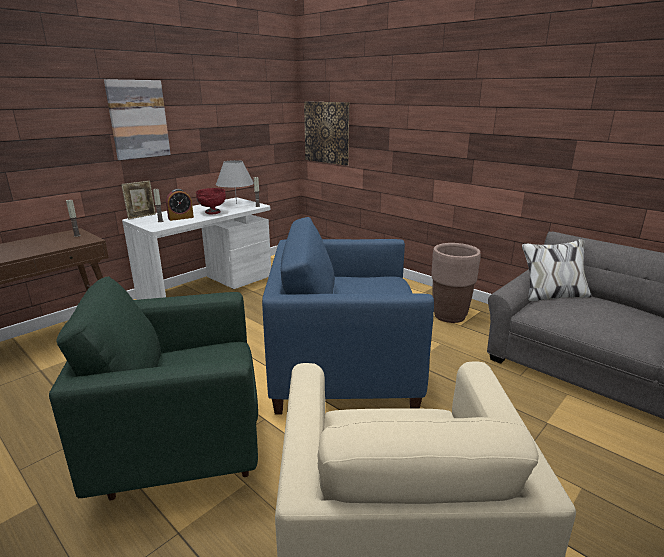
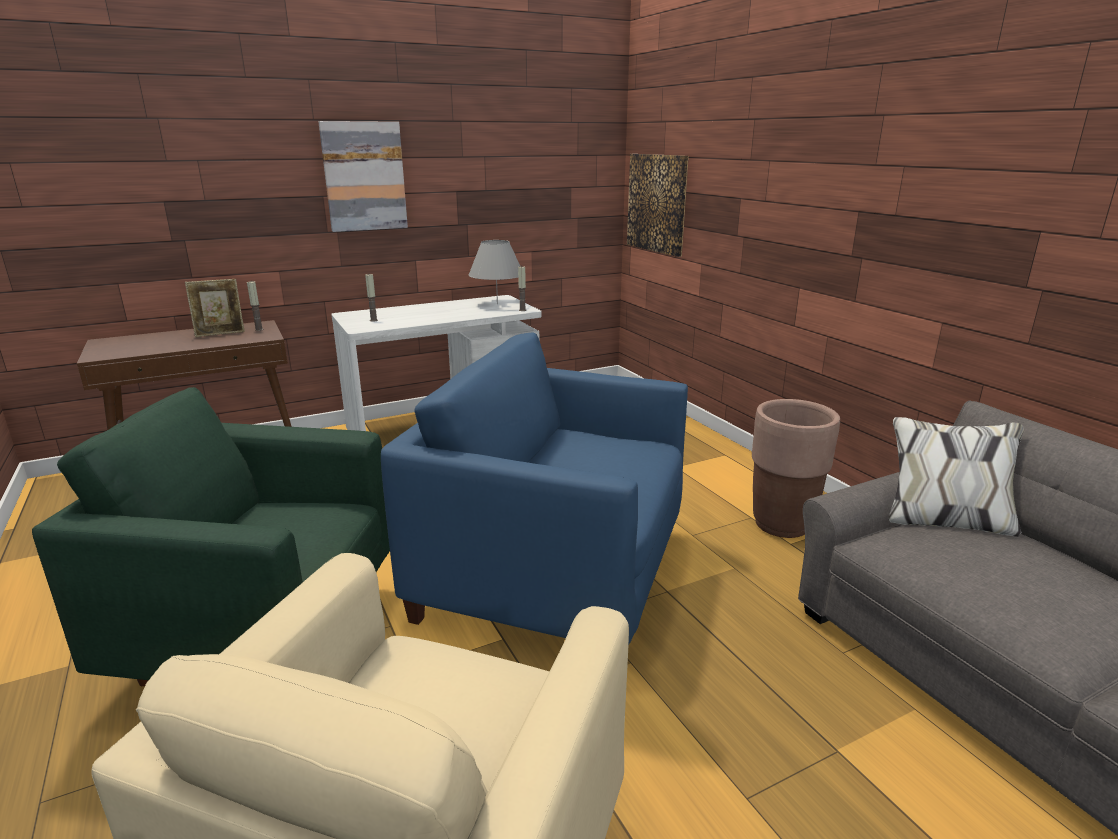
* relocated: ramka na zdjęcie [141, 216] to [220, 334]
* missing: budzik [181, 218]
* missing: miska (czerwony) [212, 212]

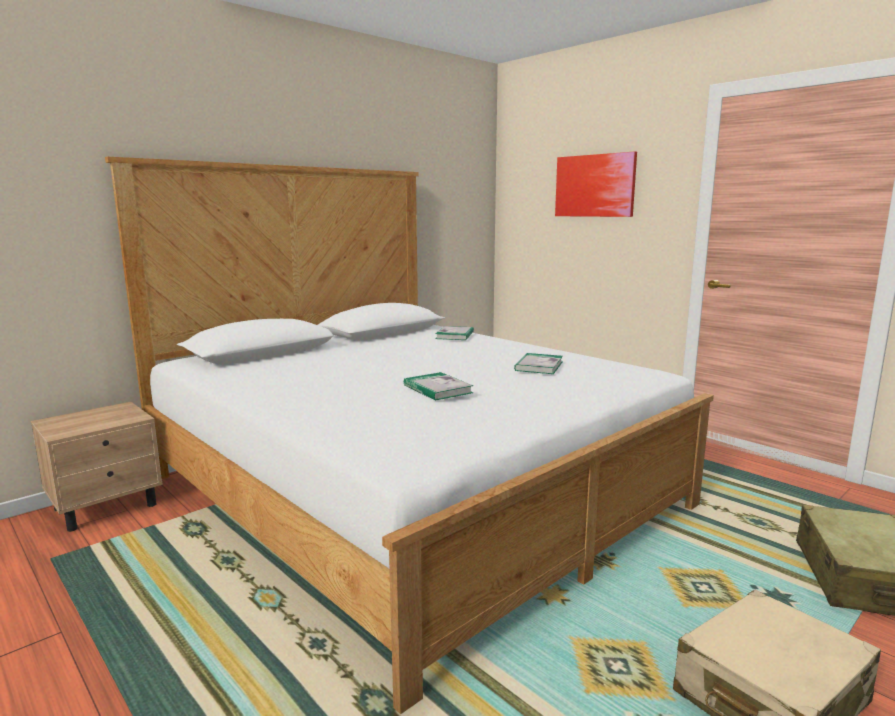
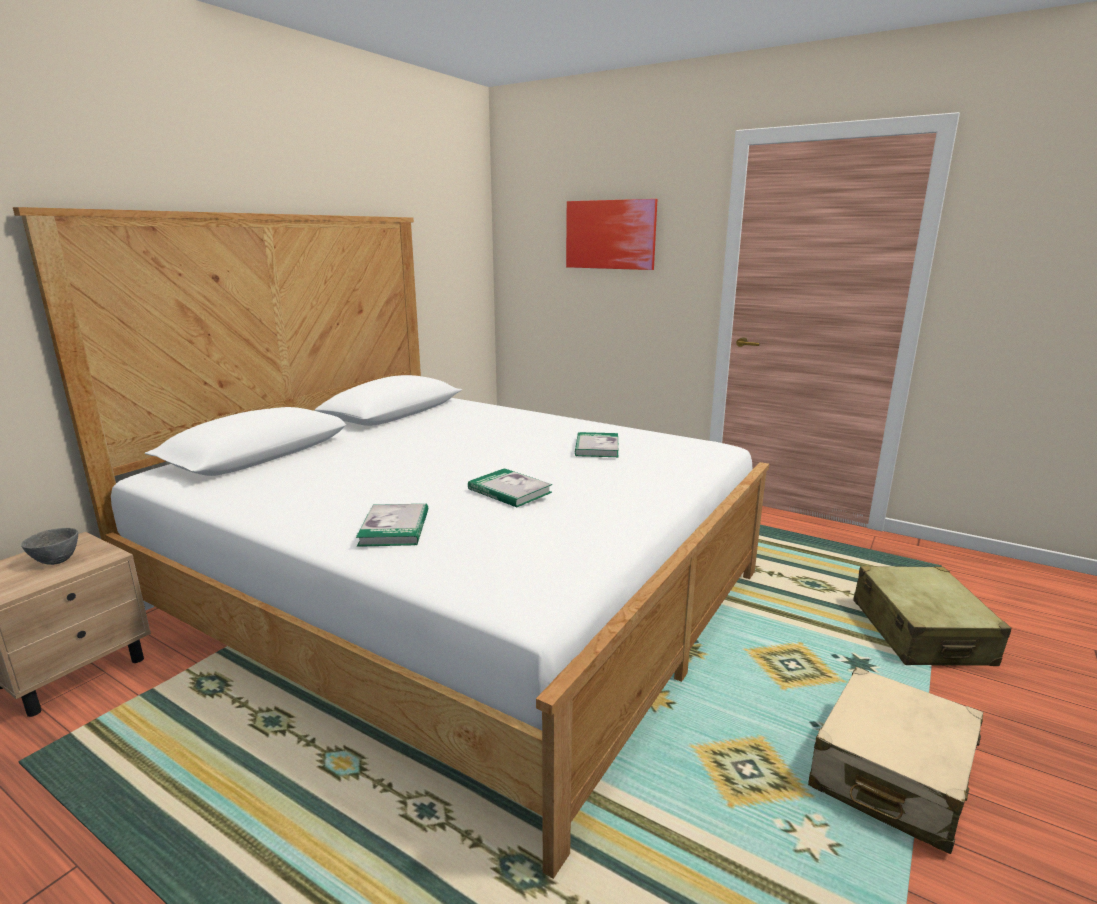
* relocated: książka [455, 335] to [394, 528]
* appeared: miska (szary) [57, 561]

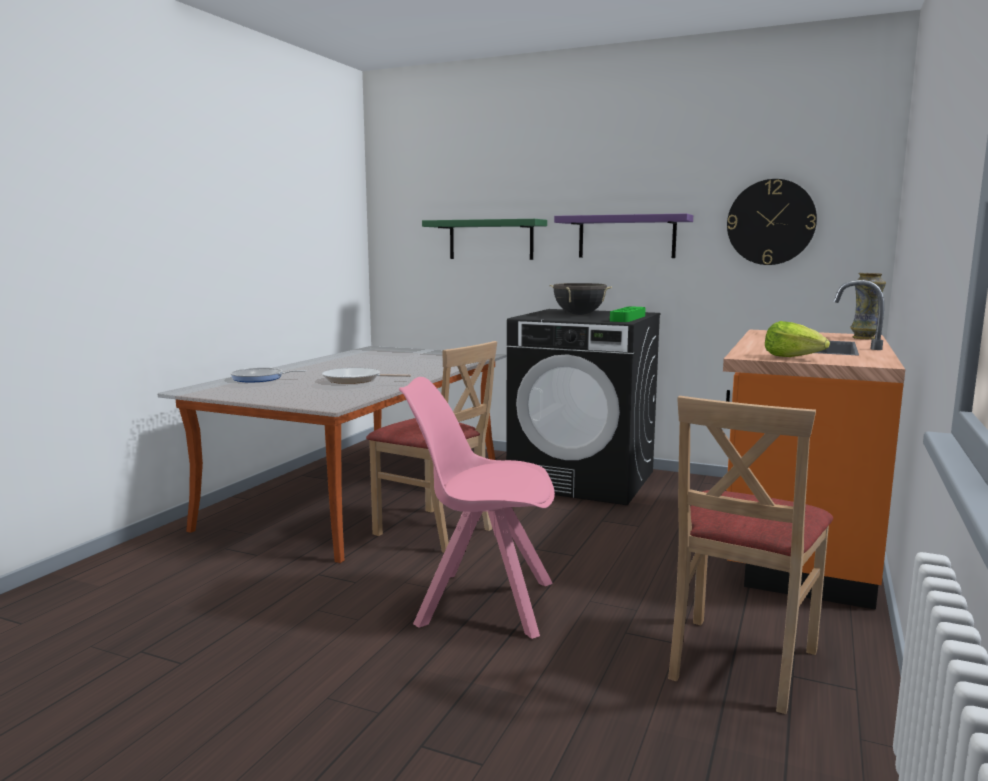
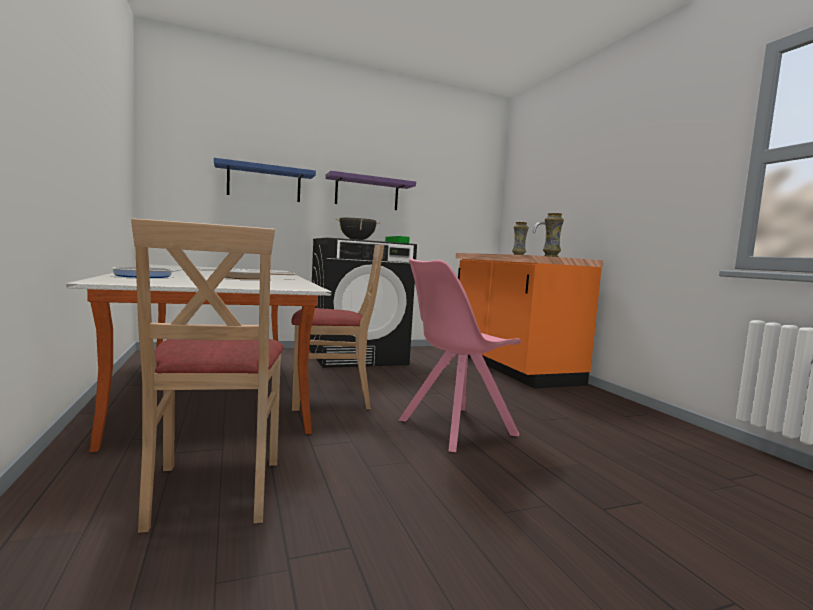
* colour: półka (zielony) [491, 240] to półka (niebieski) [264, 183]
* relocated: krzesło (beżowy) [740, 662] to [213, 491]
* missing: zegar ścienny [771, 222]
* exchanged: sałata [794, 357] to wazon [550, 256]

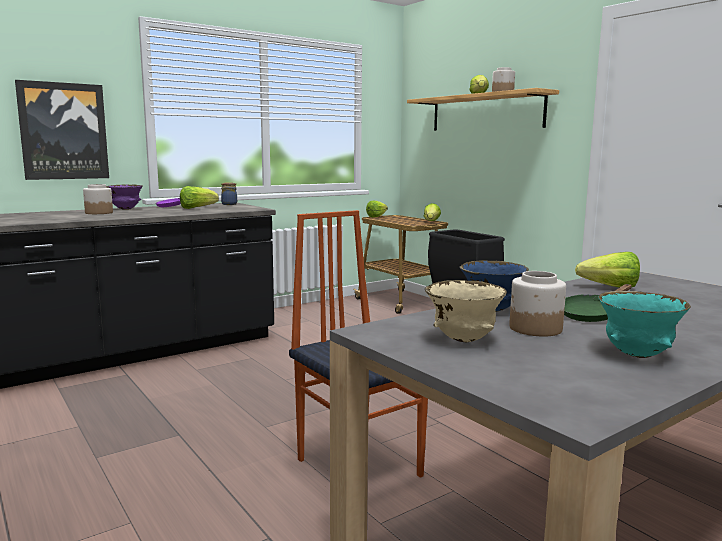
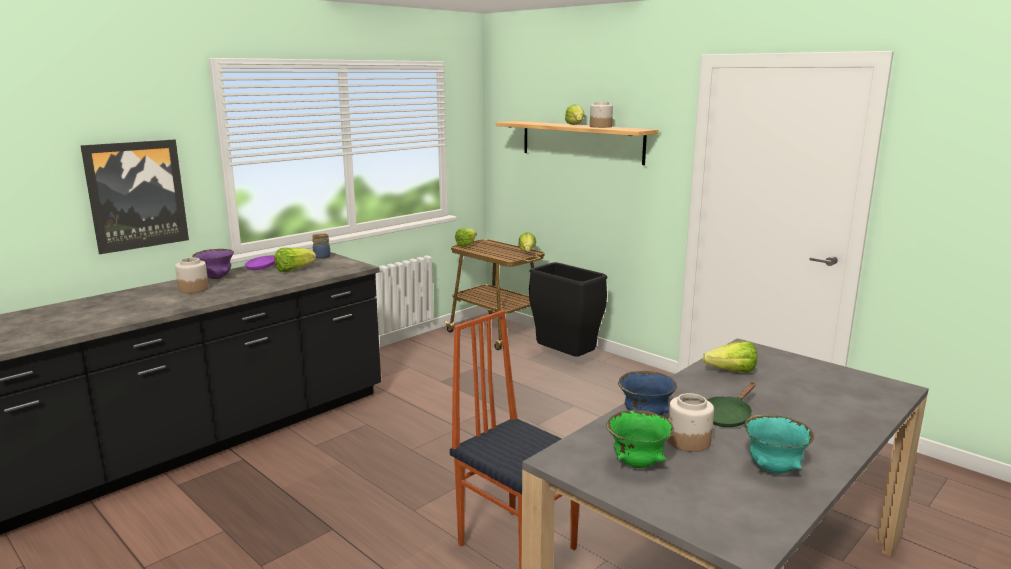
* colour: miska (beżowy) [463, 340] to miska (zielony) [637, 464]

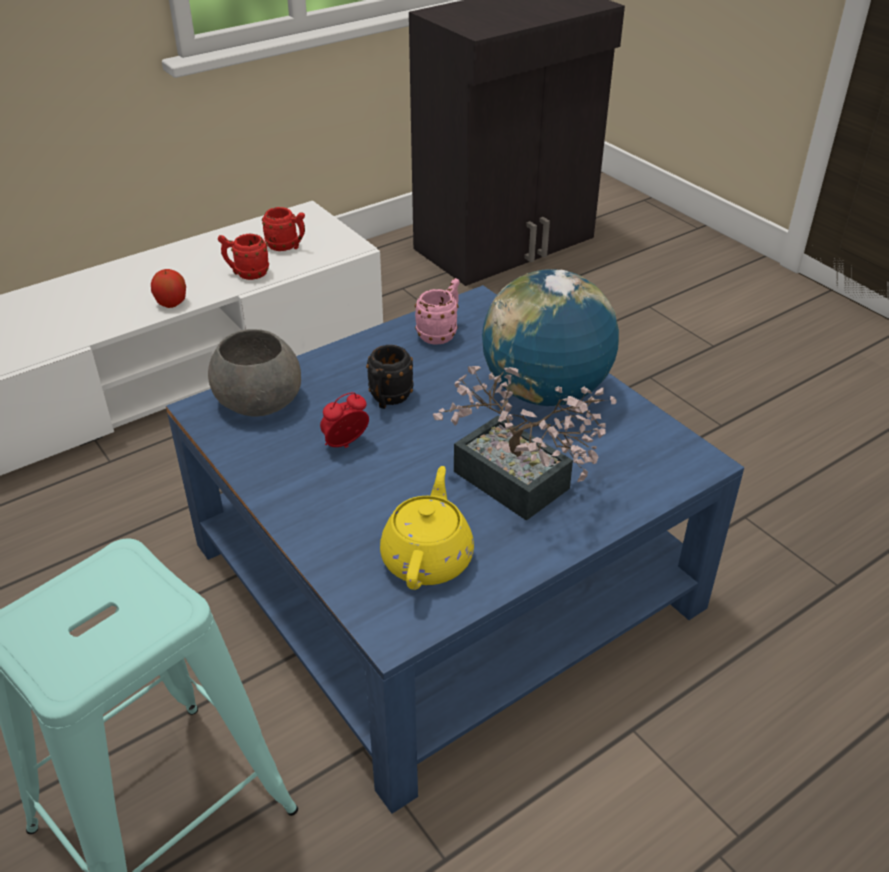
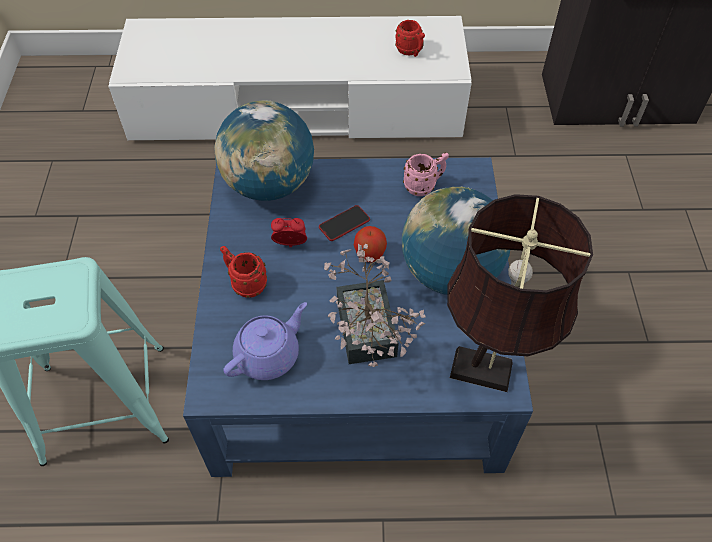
* relocated: jabłko [171, 303] to [369, 254]
* exchanged: miska (szary) [260, 401] to globus [269, 185]
* relocated: kubek (czerwony) [246, 274] to [245, 283]
* exchanged: kubek (czarny) [388, 400] to telefon [344, 224]
* colour: imbryk (żółty) [428, 558] to imbryk (fioletowy) [269, 355]
* appeared: lampa stołowa (brązowy) [487, 372]

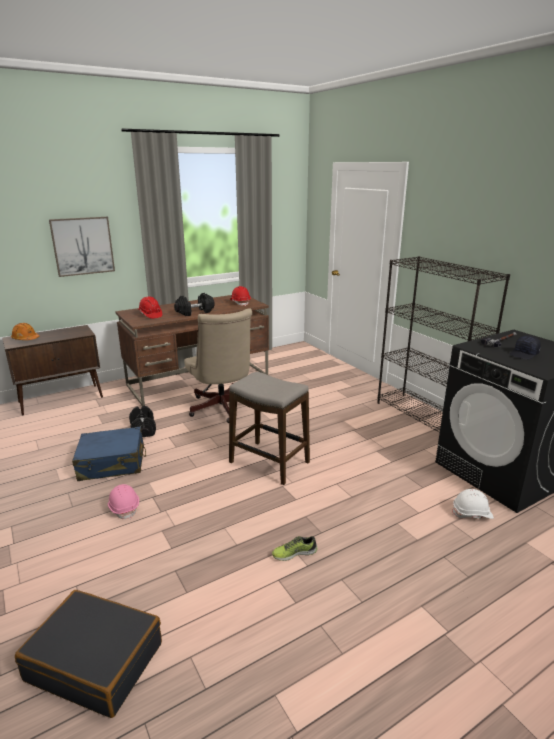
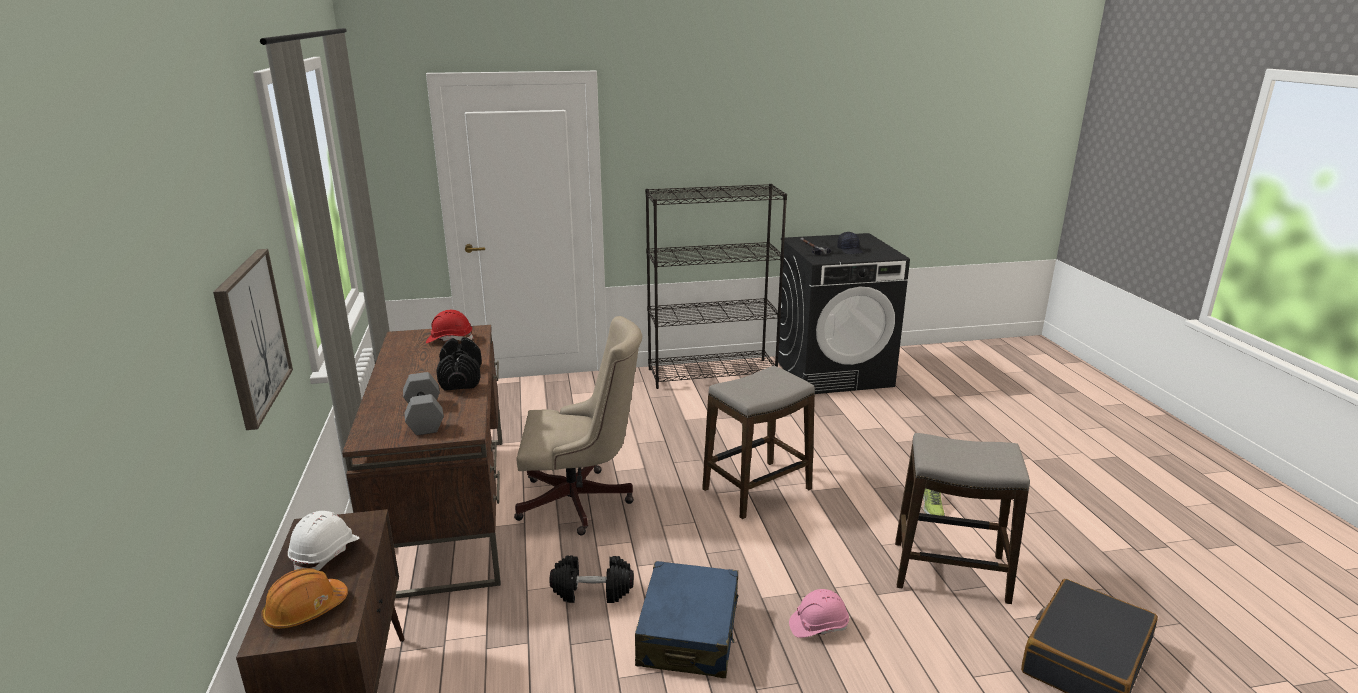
* exchanged: kask (czerwony) [150, 315] to hantel (szary) [425, 417]
* relocated: kask (biały) [472, 513] to [326, 554]
* appeared: stołek [949, 572]

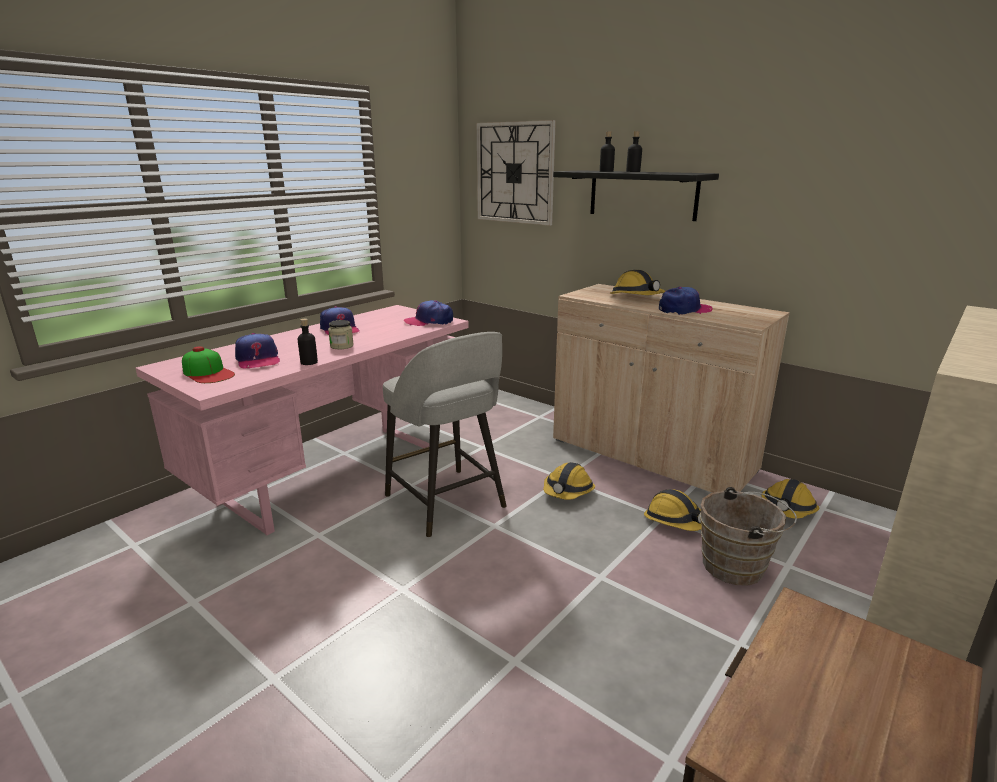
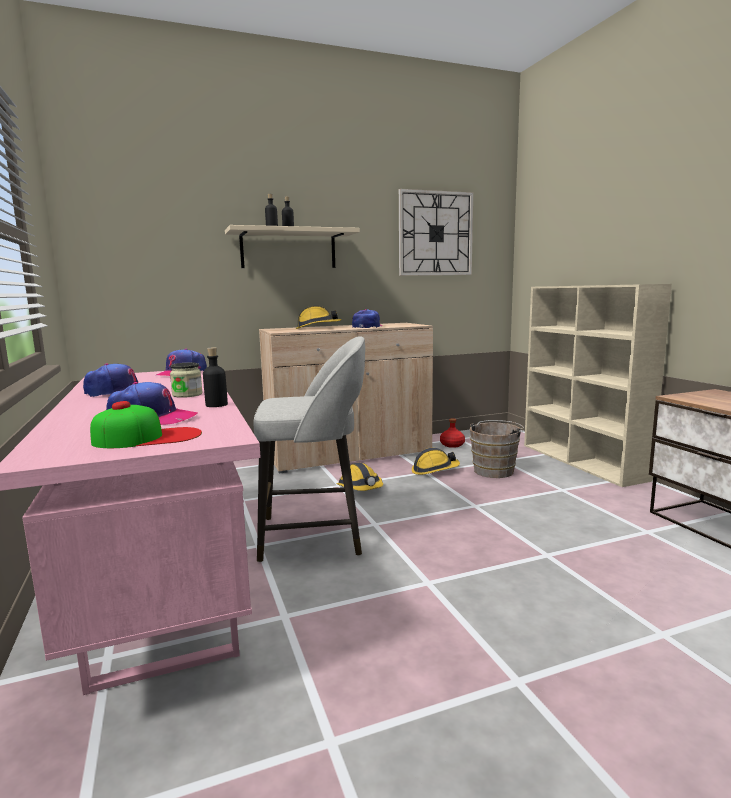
* relocated: zegar ścienny [515, 173] to [435, 233]
* colour: półka (czarny) [642, 194] to półka (beżowy) [288, 249]
* exchanged: kask [787, 509] to butelka (czerwony) [452, 445]

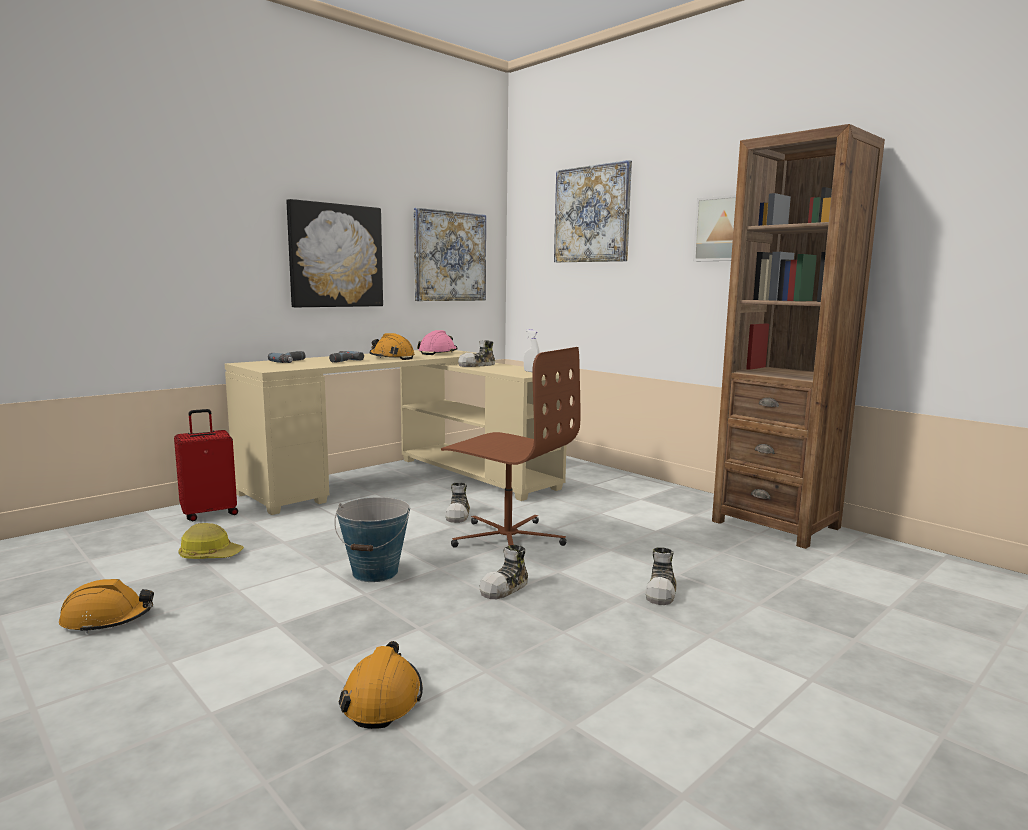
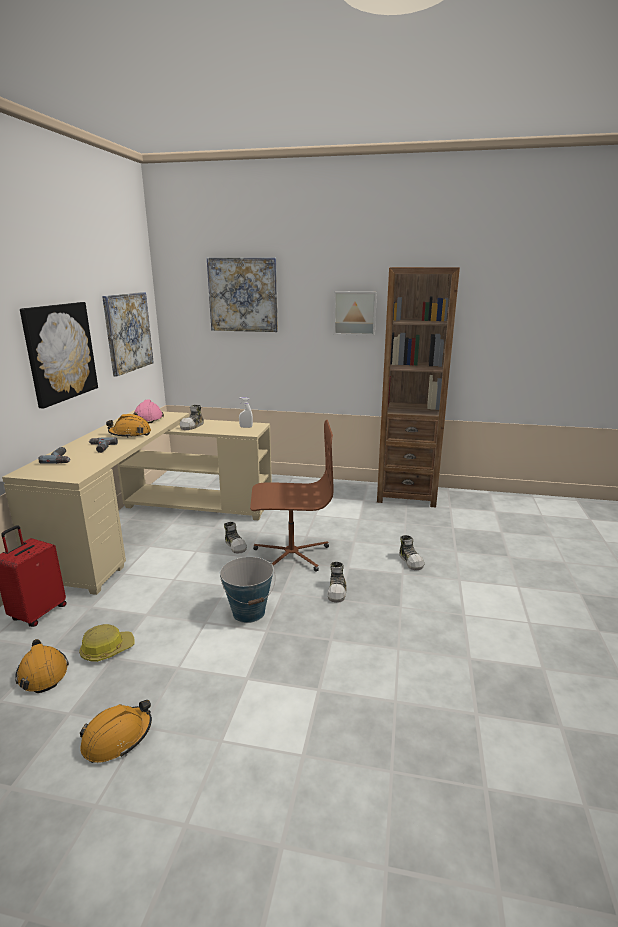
* relocated: kask (pomarańczowy) [382, 698] to [42, 673]

